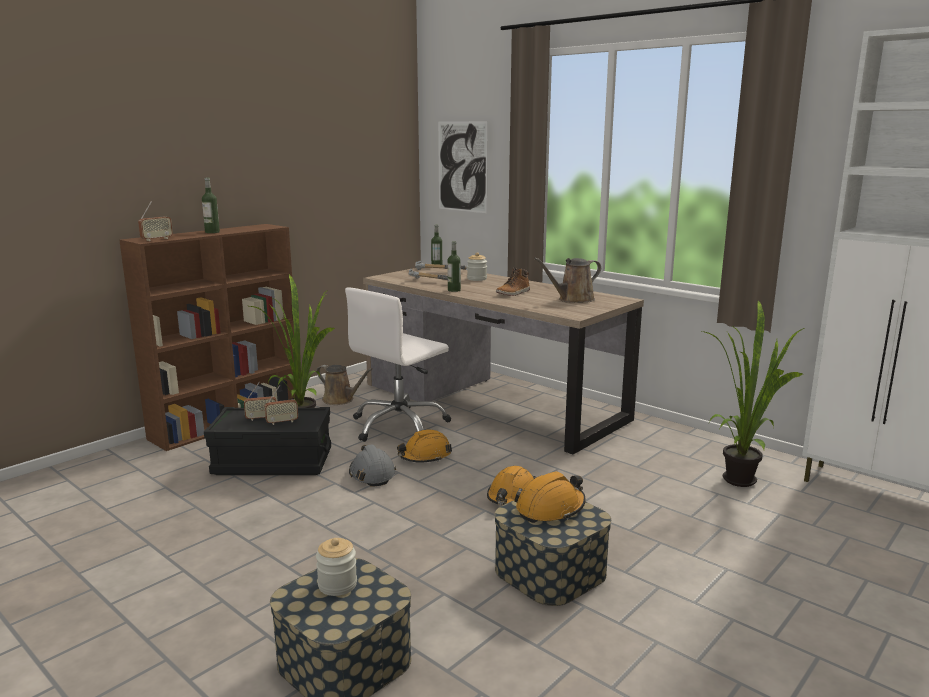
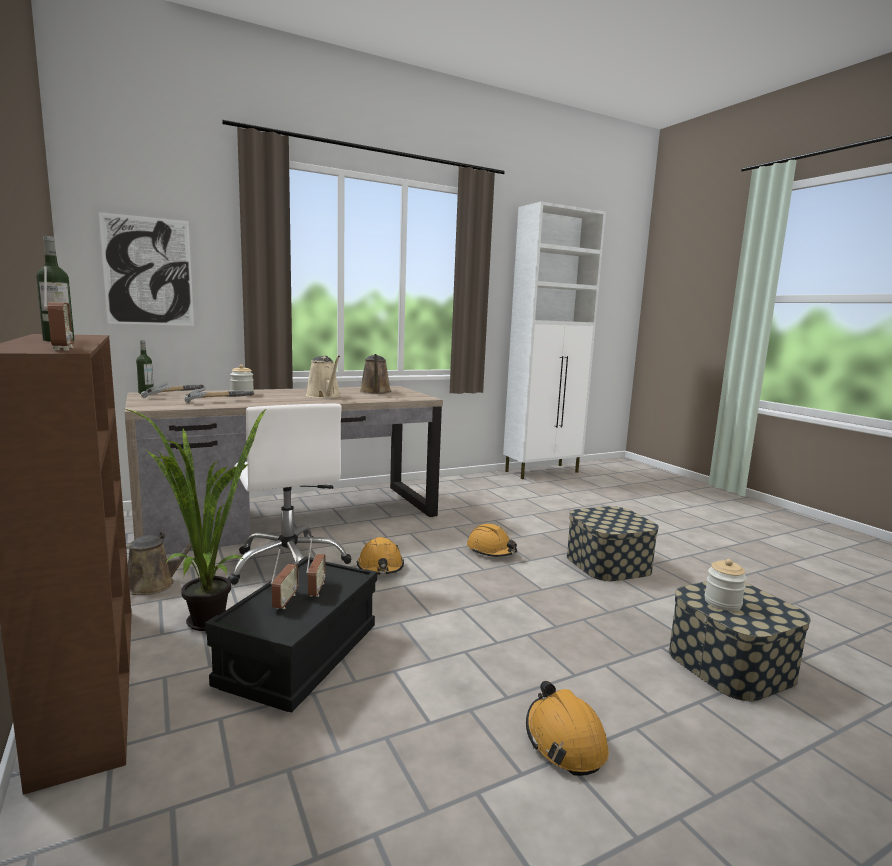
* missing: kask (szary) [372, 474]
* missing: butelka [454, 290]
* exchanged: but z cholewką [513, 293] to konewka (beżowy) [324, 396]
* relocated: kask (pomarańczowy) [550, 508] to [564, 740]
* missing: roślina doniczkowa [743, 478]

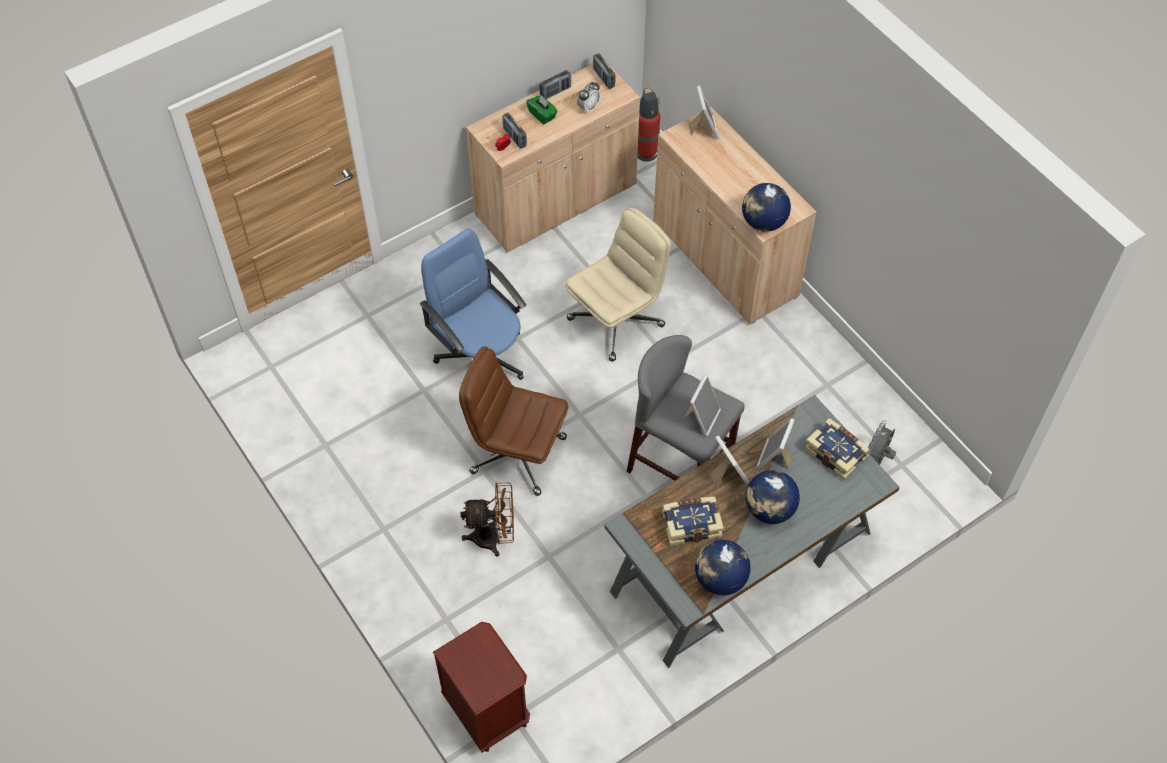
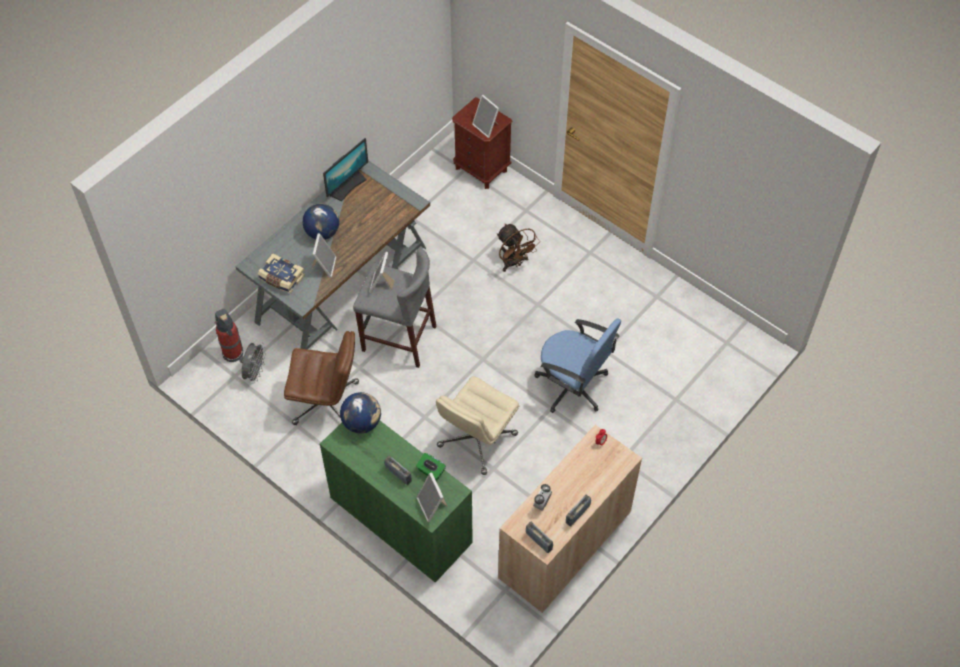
* relocated: krzesło biurowe (brązowy) [517, 454] to [327, 403]
* spun: wentylator (brązowy) [494, 537] = [514, 263] 105 degrees counterclockwise
* relocated: radio [514, 137] to [398, 474]
* relocated: pudełko chusteczek (zielony) [542, 115] to [431, 471]
* relocated: gaśnica [646, 151] to [233, 354]
* colour: szafka (beżowy) [724, 259] to szafka (zielony) [401, 520]
* missing: książka [691, 524]
* exchanged: globus [720, 579] to monitor [347, 186]
* relocated: ramka na zdjęcie [727, 474] to [487, 127]

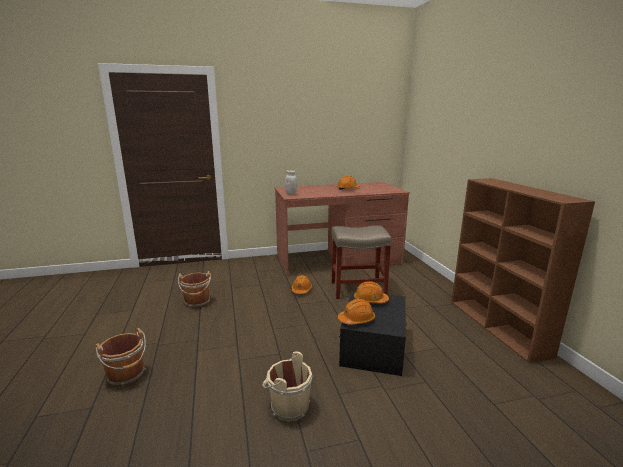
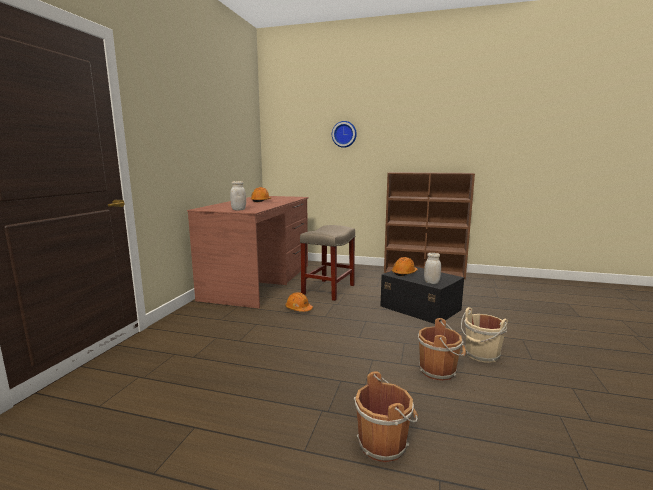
* relocated: wiadro (brązowy) [197, 302] to [439, 371]
* exchanged: kask (pomarańczowy) [356, 319] to słoik (biały) [431, 282]
* appeared: zegar ścienny [344, 134]

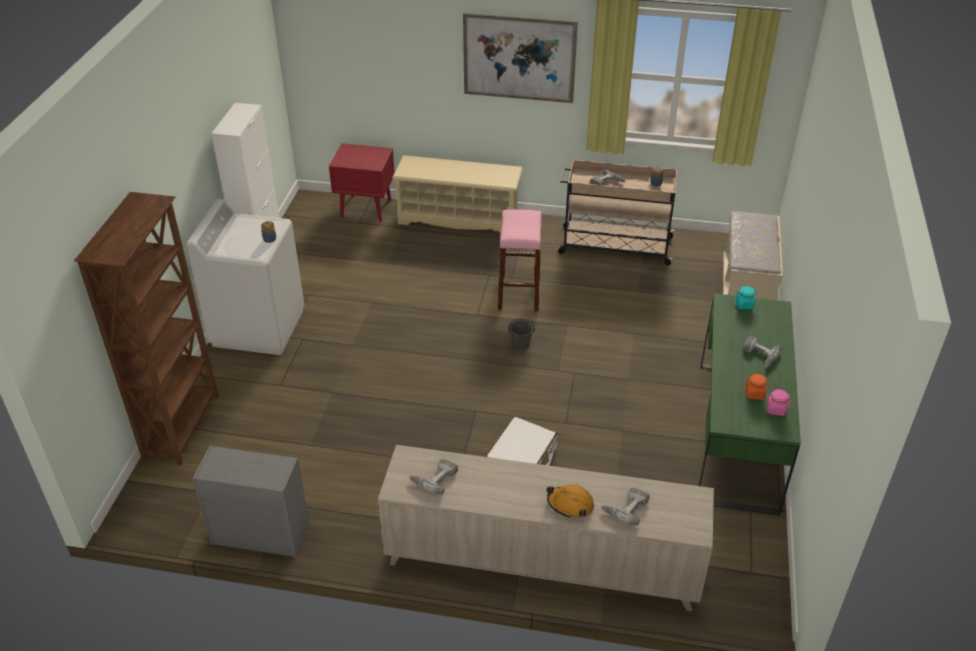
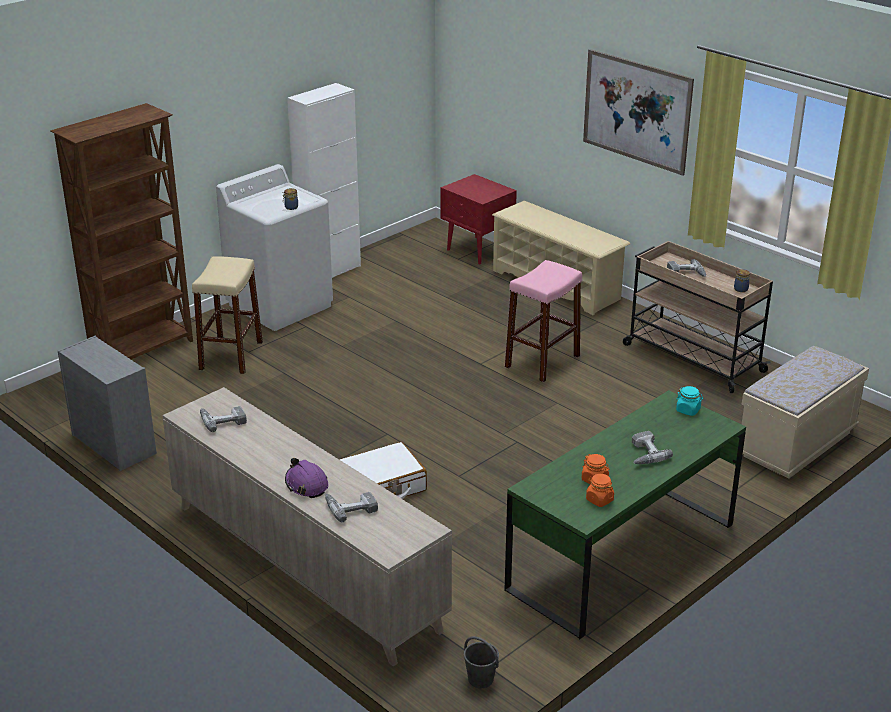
* relocated: wiadro (szary) [521, 345] to [481, 679]
* colour: kask (pomarańczowy) [570, 504] to kask (fioletowy) [306, 484]
* colour: słoik (różowy) [776, 409] to słoik (pomarańczowy) [599, 500]
* appeared: stołek (beżowy) [231, 356]

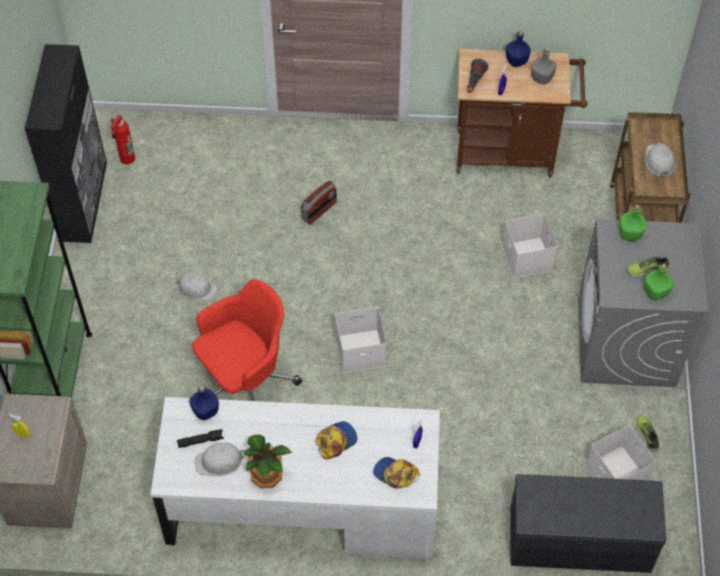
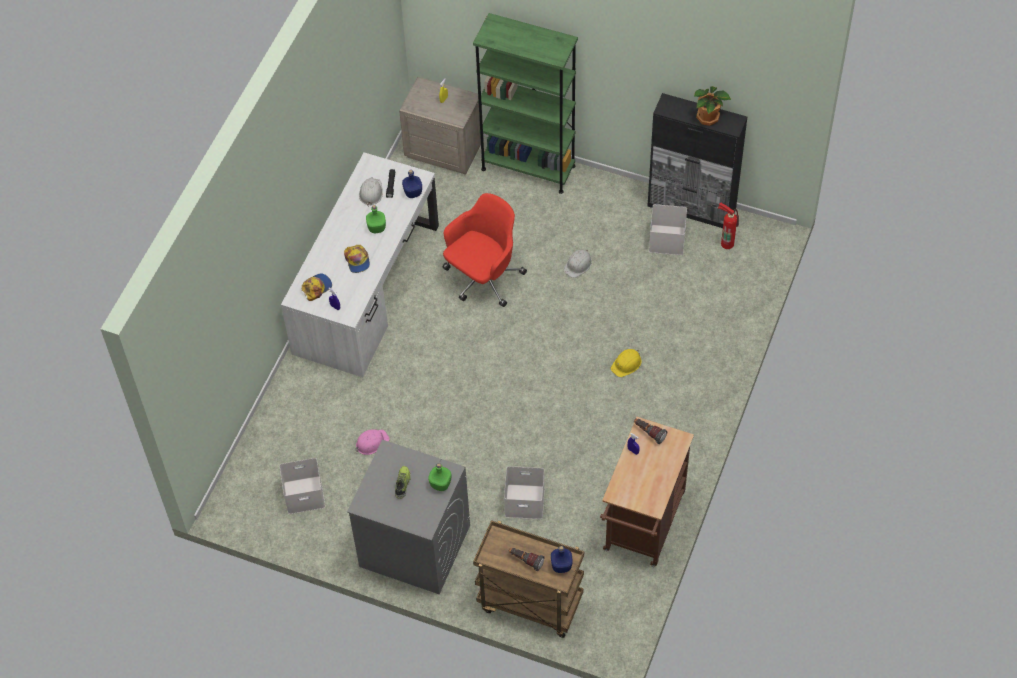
* spun: krzesło biurowe (czerwony) [245, 380] = [483, 278] 120 degrees counterclockwise
* relocated: roślina doniczkowa [267, 474] to [708, 118]
* exchanged: radio [319, 211] to kask (żółty) [626, 364]
* relocated: pojemnik do przechowywania (biały) [359, 352] to [666, 239]
* relocated: butelka (niebieski) [516, 61] to [561, 565]
* missing: ławka (szary) [578, 541]
* missing: butelka (szary) [541, 78]
* missing: but [647, 434]
* relocated: butelka (zielony) [655, 292] to [377, 228]
* exchanged: kask (biały) [659, 161] to latarka [525, 561]
* appeared: kask (różowy) [371, 442]

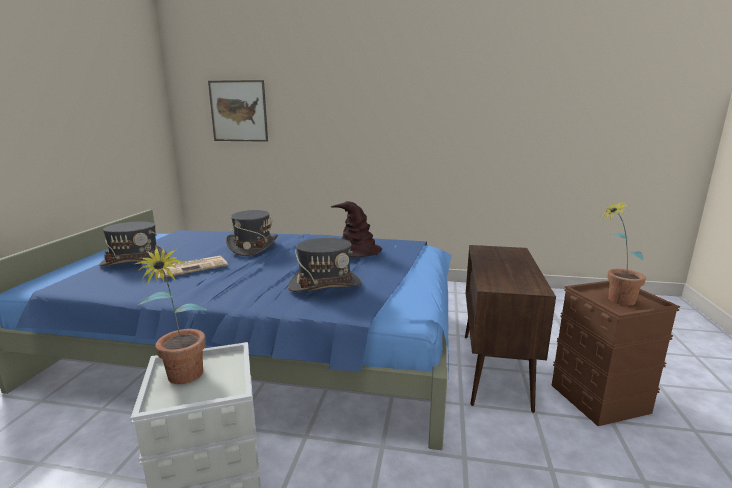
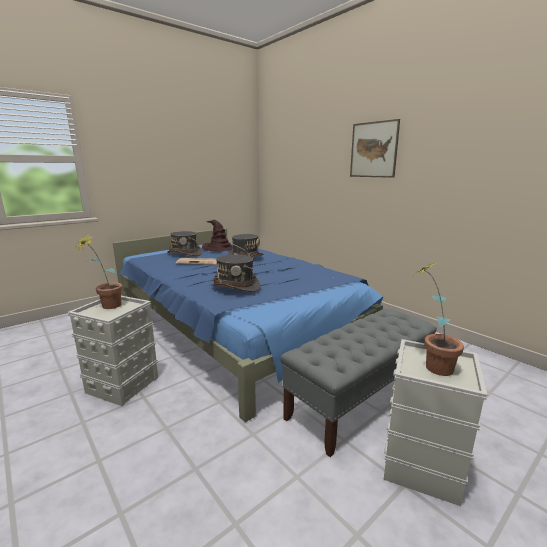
* relocated: obraz [238, 111] to [373, 150]
* relocated: kapelusz (brązowy) [354, 250] to [218, 248]
* exchanged: szafka (brązowy) [494, 369] to ławka (szary) [359, 399]
* colour: pojemnik do przechowywania (brązowy) [599, 399] to pojemnik do przechowywania (szary) [420, 465]

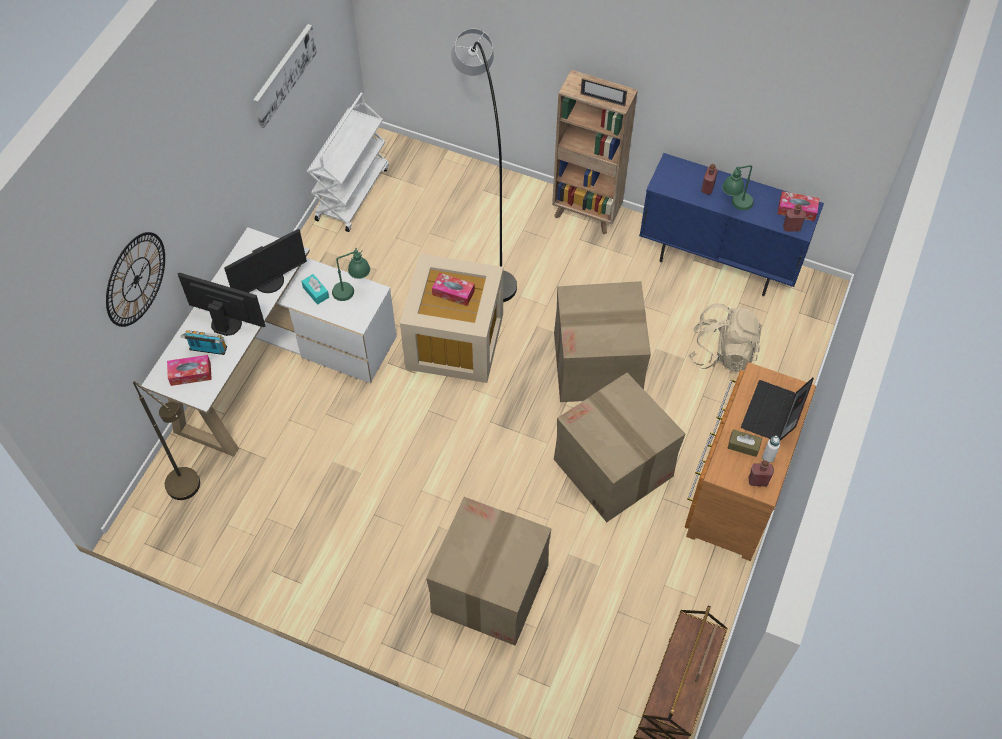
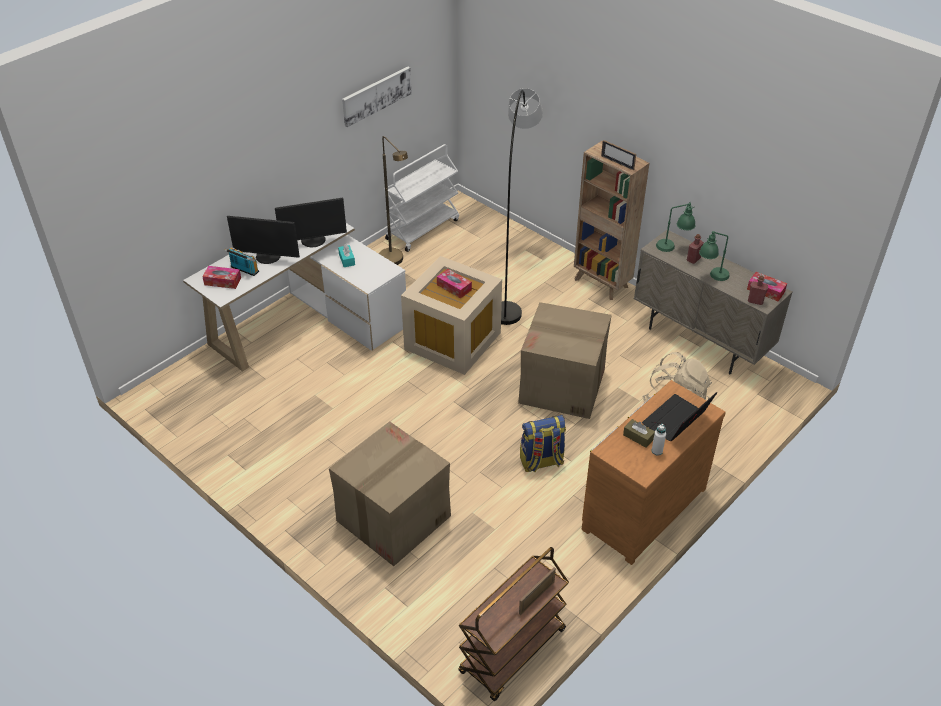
* missing: zegar ścienny [136, 279]
* relocated: lampa stojąca (brązowy) [191, 489] to [395, 262]
* spun: monitor [227, 322] = [268, 257] 150 degrees clockwise
* relocated: lampa stołowa (zielony) [353, 290] to [673, 247]
* exchanged: karton [614, 468] to plecak [541, 462]
* colour: szafka (niebieski) [718, 262] to szafka (beżowy) [700, 341]
* missing: butelka (czerwony) [758, 481]

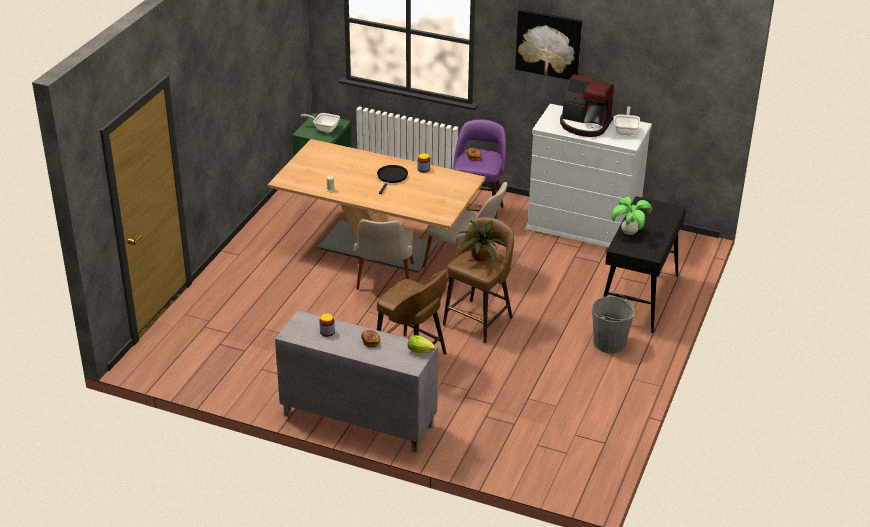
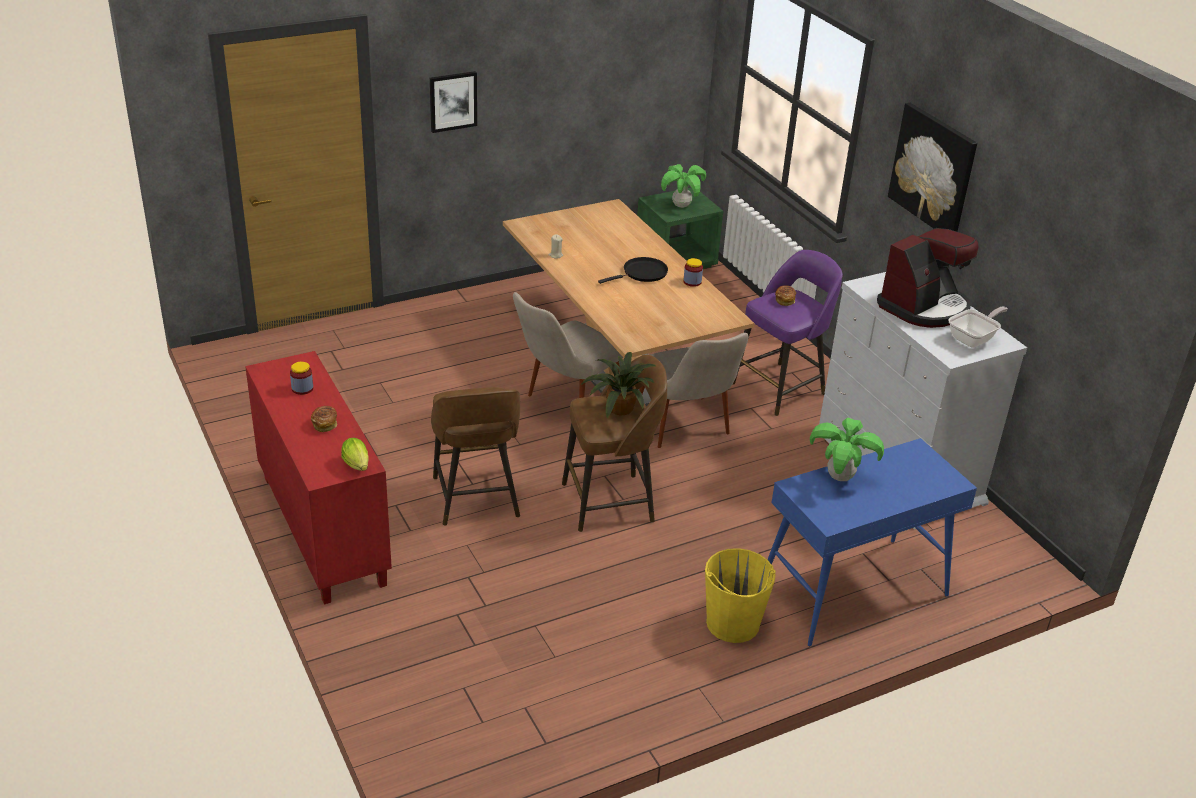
* colour: szafka (szary) [357, 420] to szafka (czerwony) [321, 529]
* exchanged: patelnia [324, 128] to roślina doniczkowa [681, 206]
* spun: ekspres do kawy [585, 124] = [925, 307] 105 degrees counterclockwise
* colour: wiadro (szary) [609, 343] to wiadro (żółty) [732, 624]
* colour: stolik konsolowy (czarny) [638, 298] to stolik konsolowy (niebieski) [852, 592]
* appeared: obraz [453, 101]

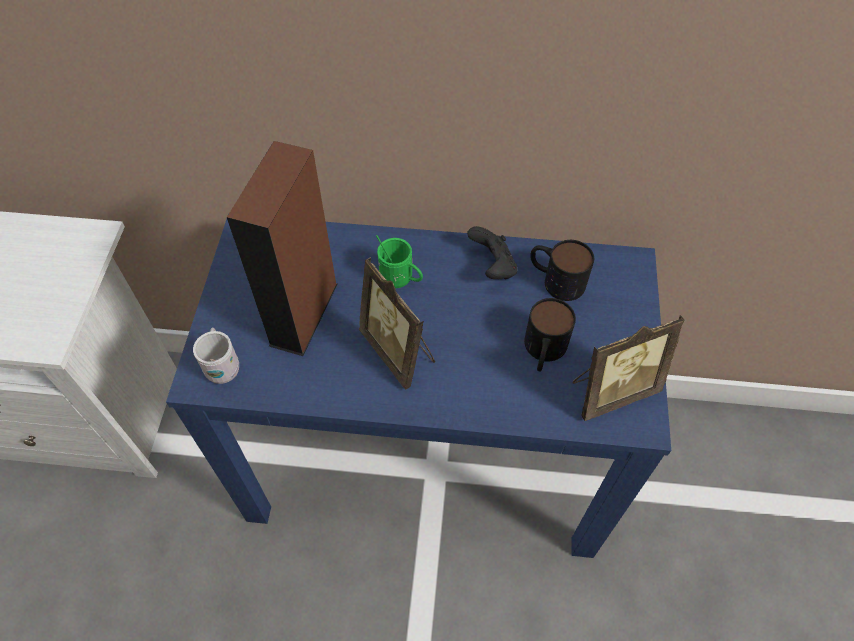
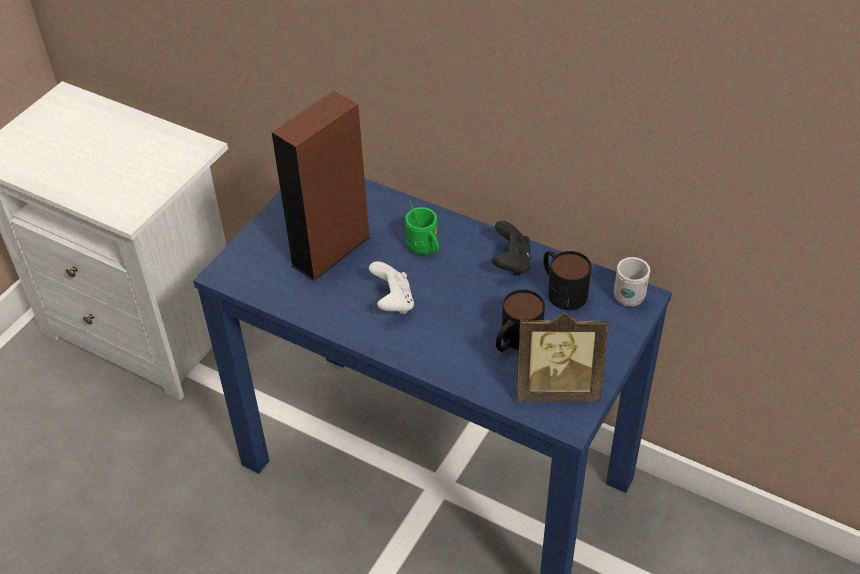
* relocated: kubek (biały) [222, 366] to [629, 293]
* exchanged: ramka na zdjęcie [399, 351] to pad do gier (biały) [393, 302]

